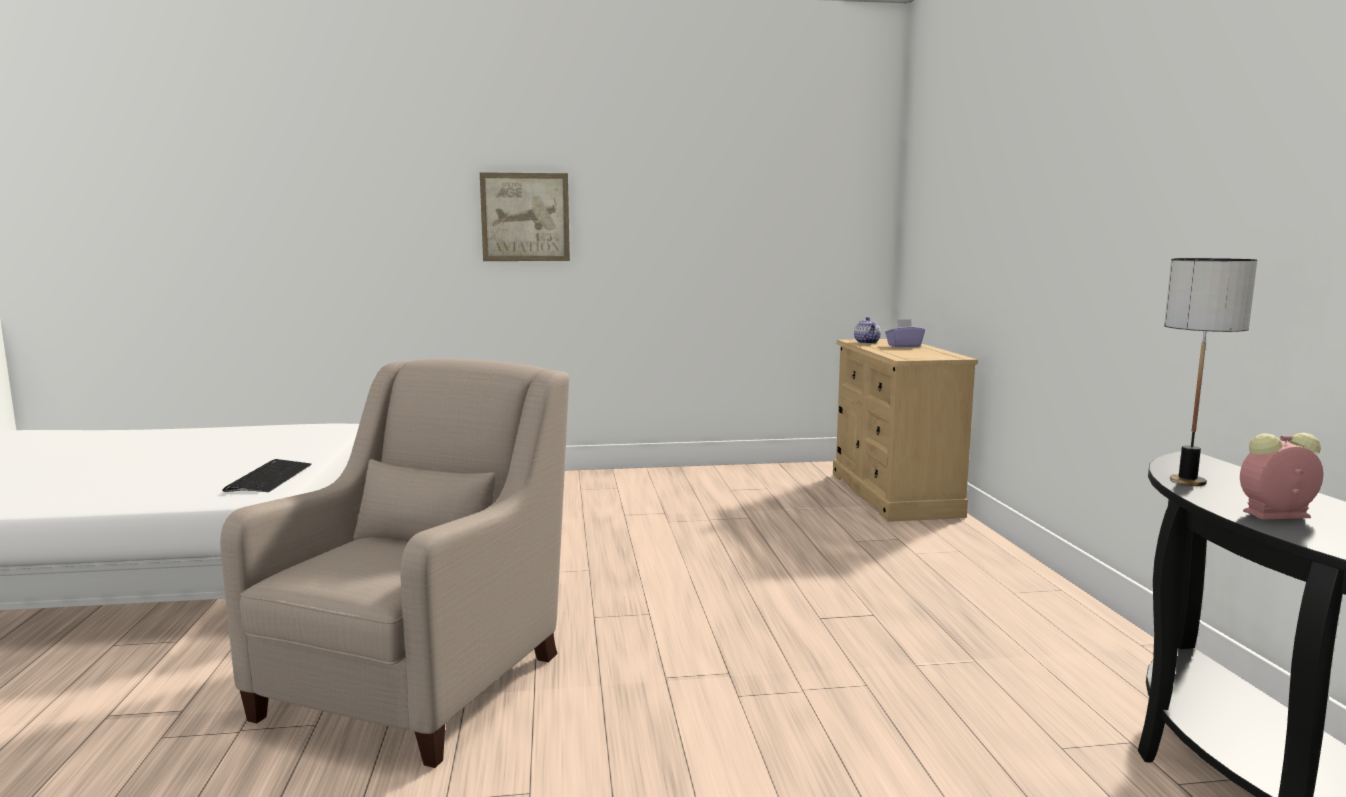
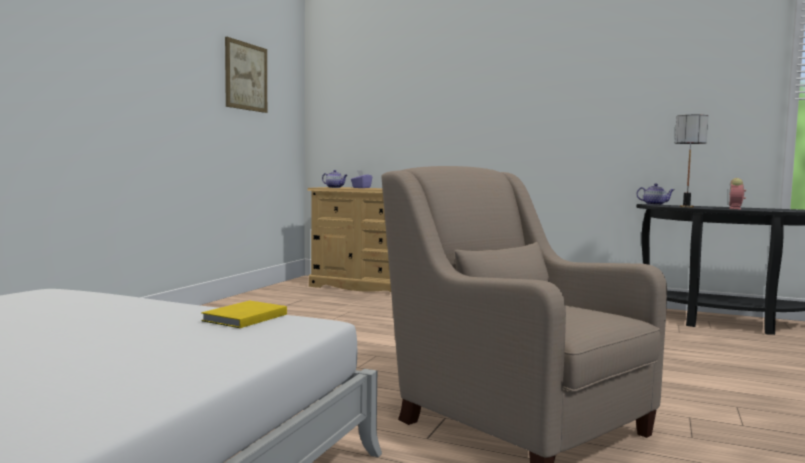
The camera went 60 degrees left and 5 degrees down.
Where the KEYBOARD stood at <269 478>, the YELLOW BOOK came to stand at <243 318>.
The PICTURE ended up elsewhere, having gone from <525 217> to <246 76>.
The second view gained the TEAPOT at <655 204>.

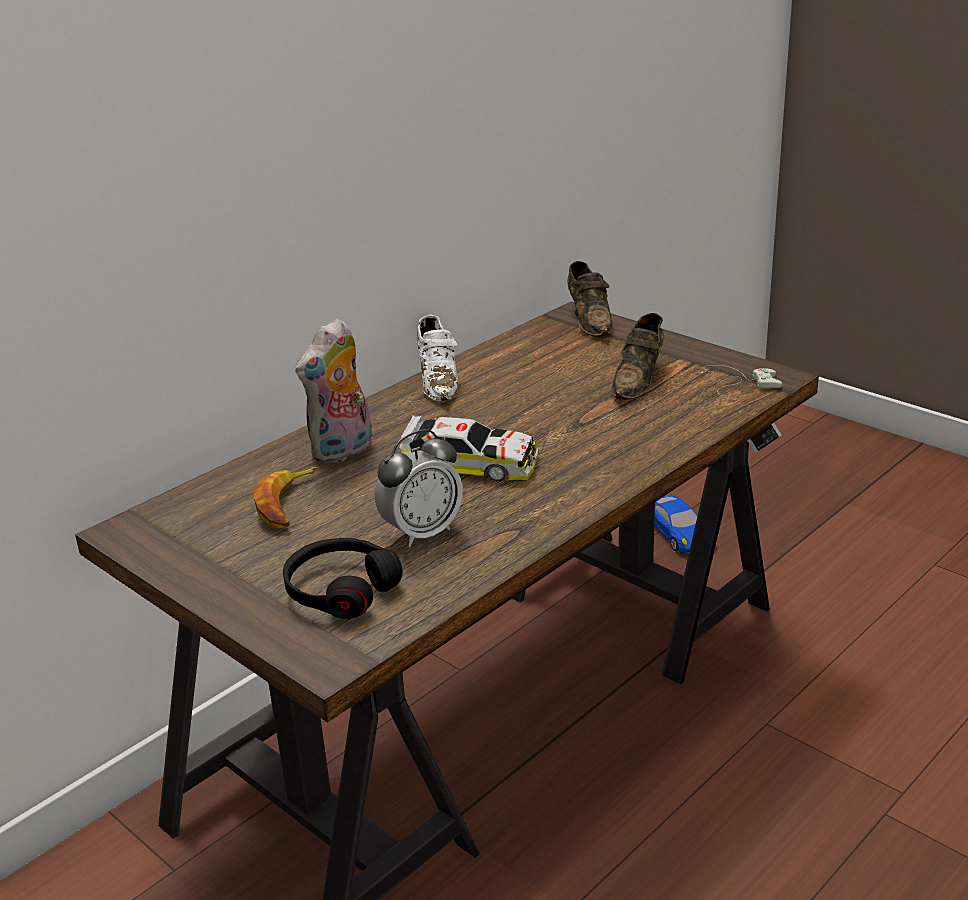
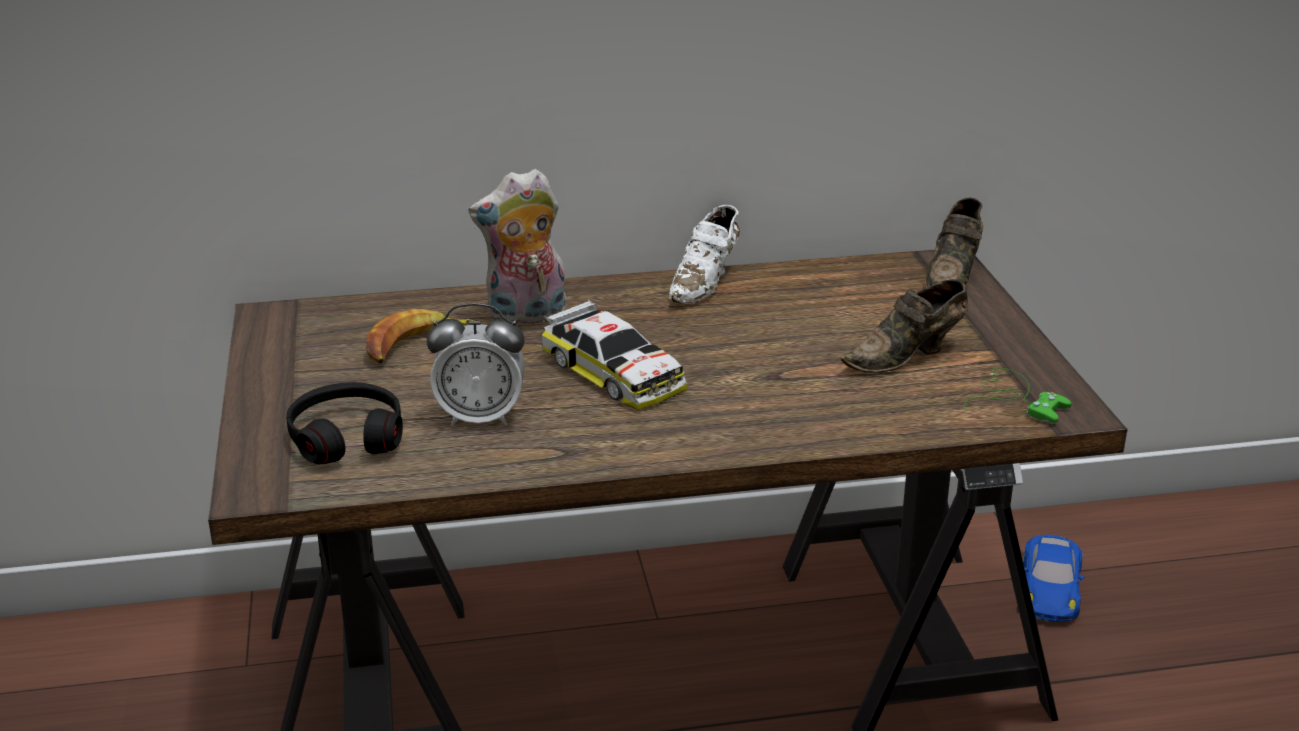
The camera went 35 degrees right and 0 degrees up.
What was the WHITE GAME CONTROLLER at <737 381> turned into the GREEN GAME CONTROLLER at <1015 399>.

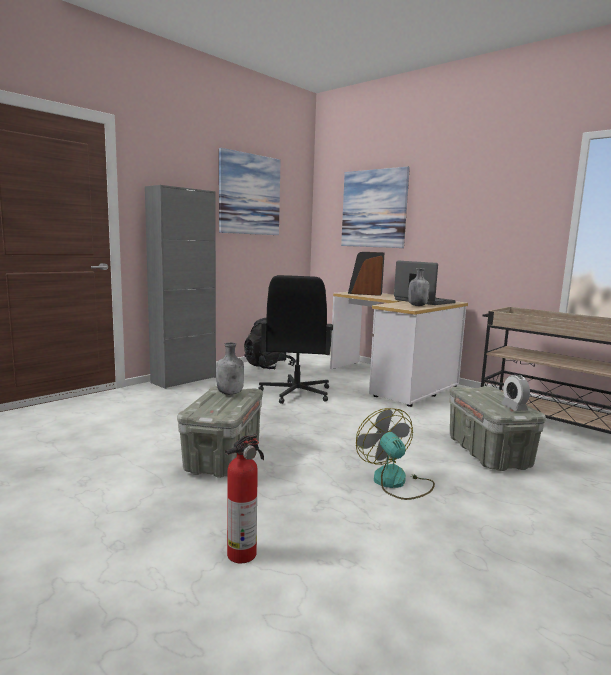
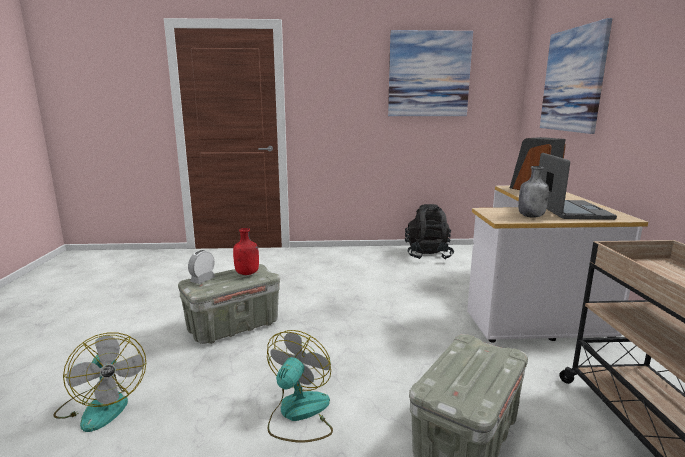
The camera went 45 degrees right and 5 degrees up.
Where the FIRE EXTINGUISHER stood at <243 553>, the FAN came to stand at <102 405>.
The ALARM CLOCK ended up elsewhere, having gone from <514 407> to <203 280>.
What was the GREY BOTTLE at <230 393> turned into the RED BOTTLE at <247 273>.
The second view lost the GREY CABINET at <184 380>.
The second view lost the BLACK OFFICE CHAIR at <295 393>.

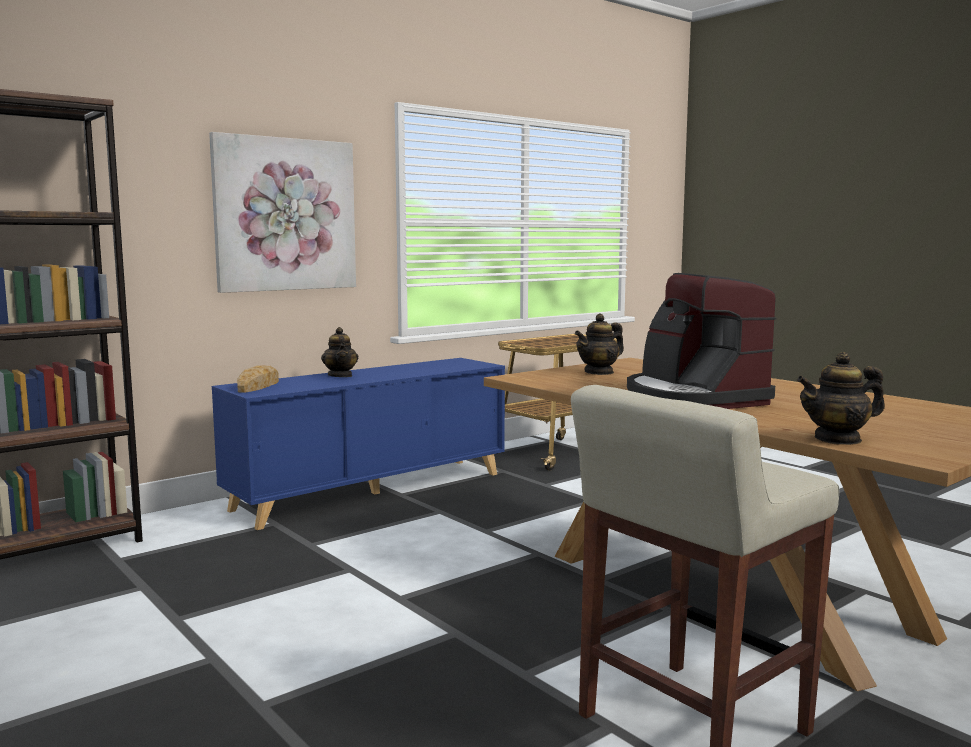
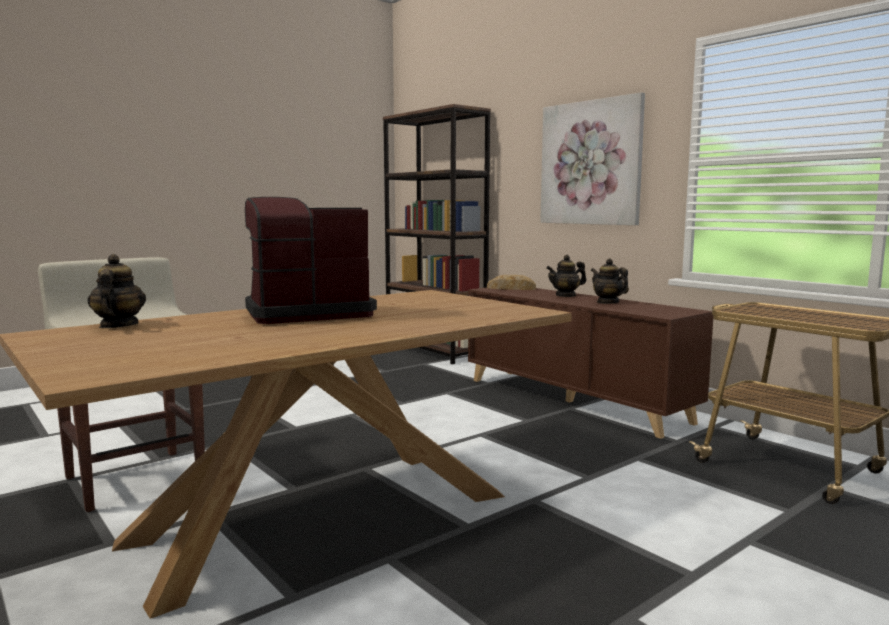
The camera went 90 degrees right and 0 degrees up.
What was the BLUE CABINET at <372 491> turned into the BROWN CABINET at <574 400>.
The TEAPOT ended up elsewhere, having gone from <599 372> to <607 302>.

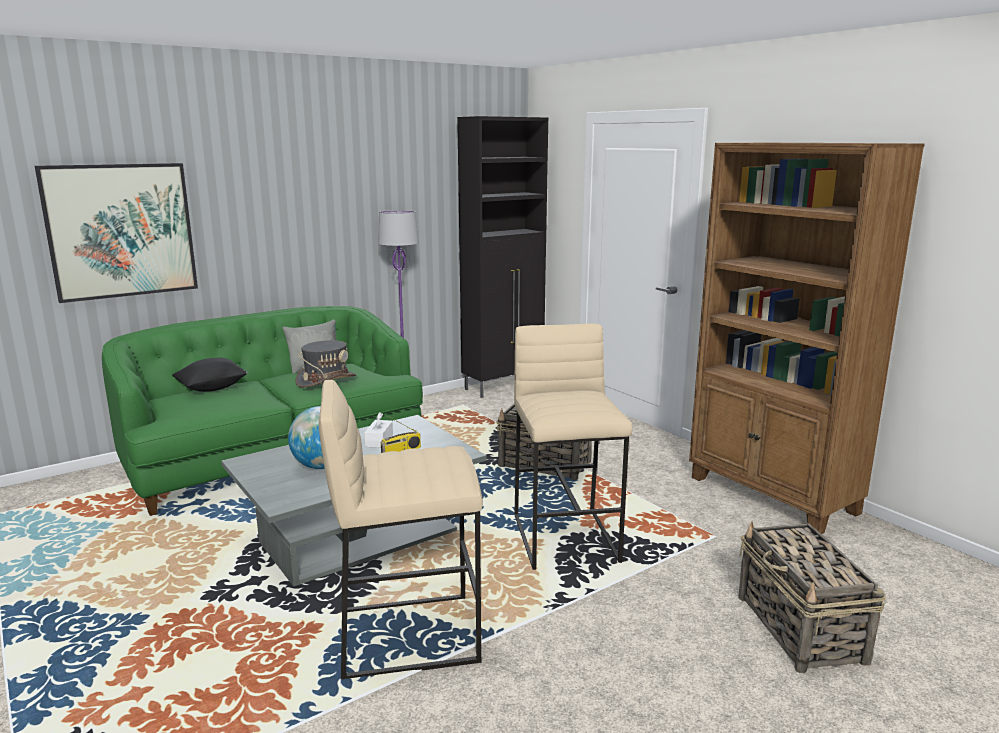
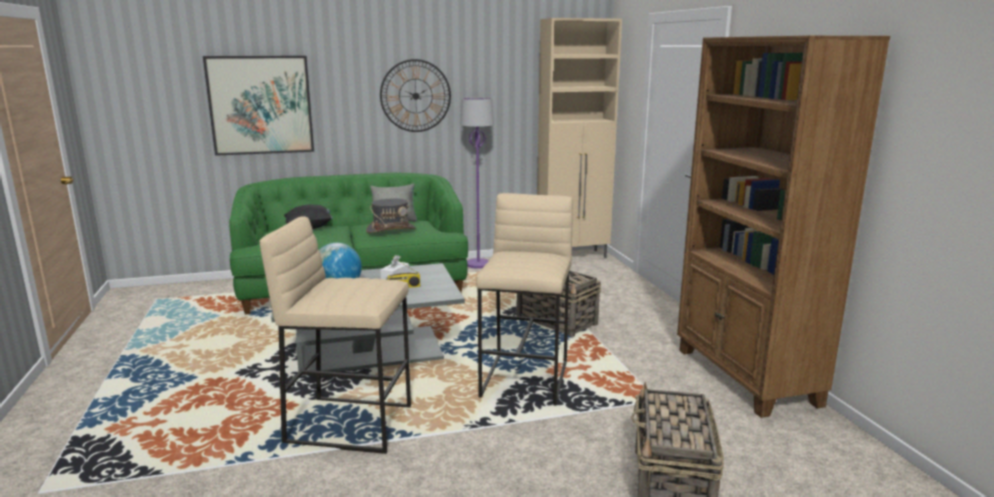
The camera went 20 degrees right and 0 degrees up.
The second view gained the WALL CLOCK at <415 96>.
What was the BLACK CABINET at <504 387> turned into the BEIGE CABINET at <573 256>.

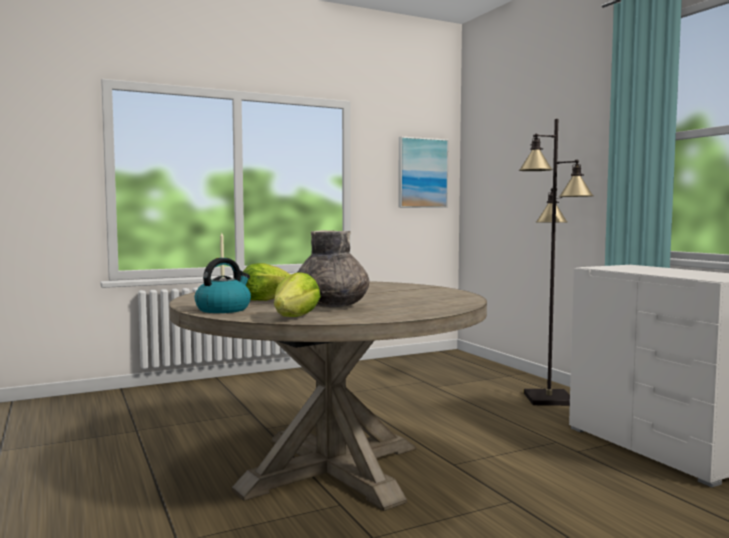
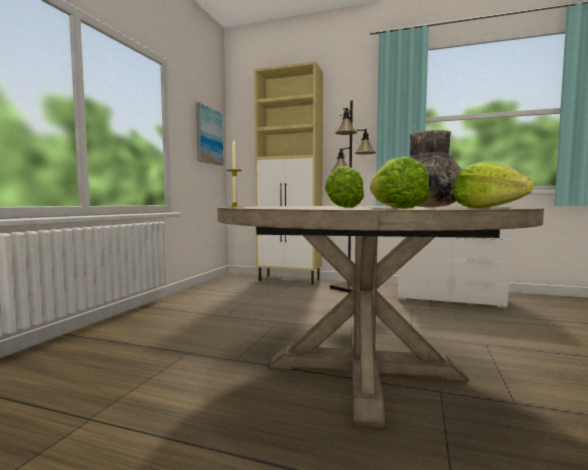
The camera went 45 degrees left and 0 degrees up.
The second view gained the BEIGE CABINET at <290 280>.
Where the KETTLE stood at <224 309>, the LETTUCE came to stand at <395 208>.

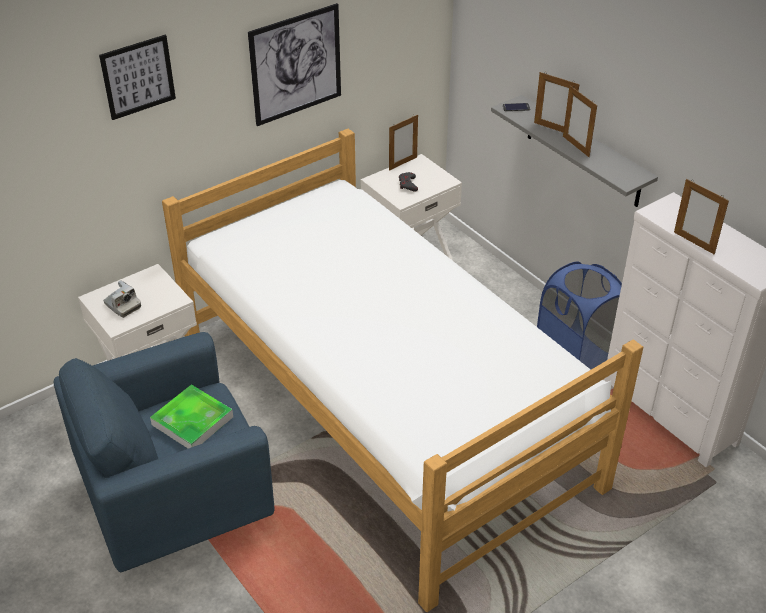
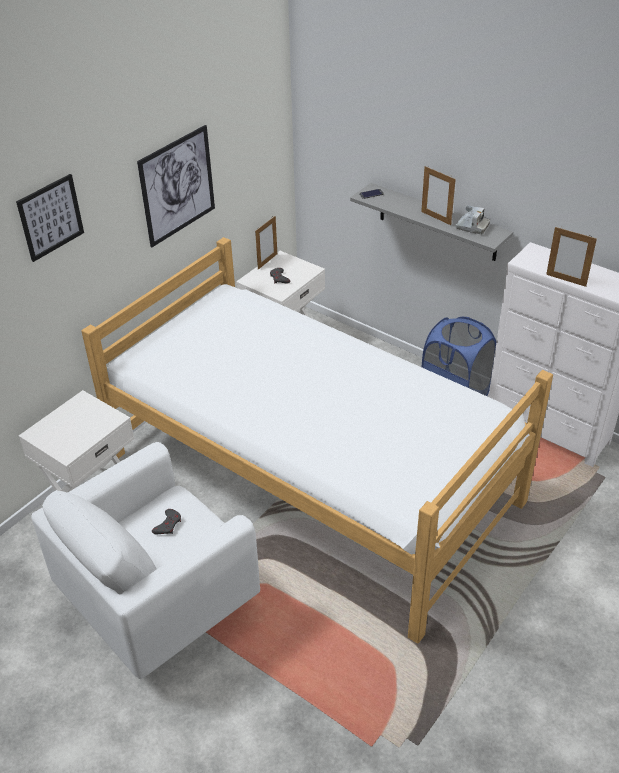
The camera went 15 degrees left and 0 degrees up.
What was the BLUE ARMCHAIR at <178 502> turned into the WHITE ARMCHAIR at <160 602>.
Where the TRAY stood at <192 421>, the GREY GAME CONTROLLER came to stand at <168 525>.
The PHOTO CAMERA ended up elsewhere, having gone from <122 306> to <472 227>.
The second view lost the PICTURE FRAME at <553 128>.

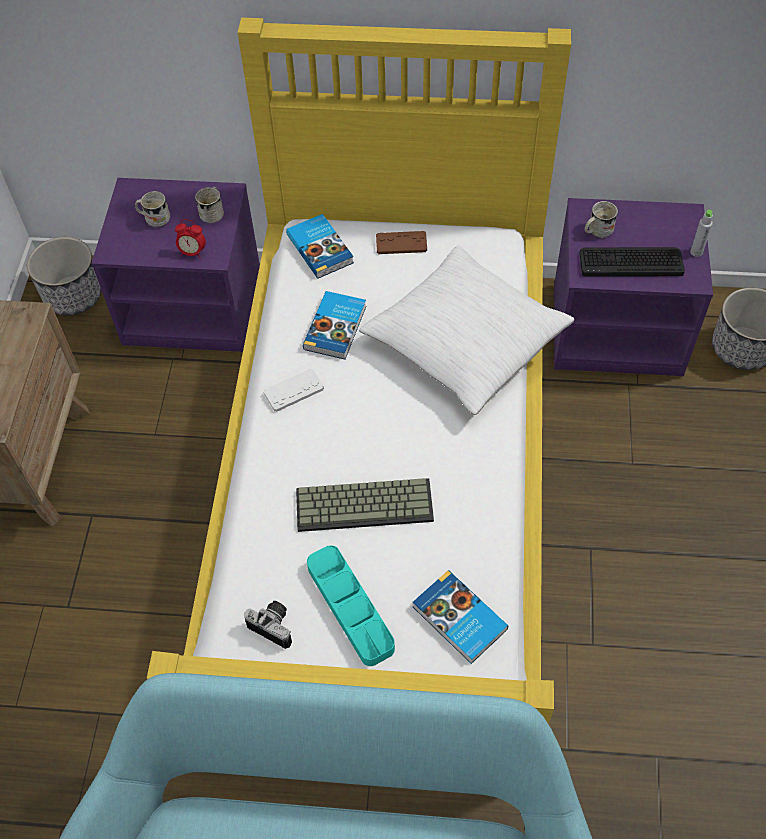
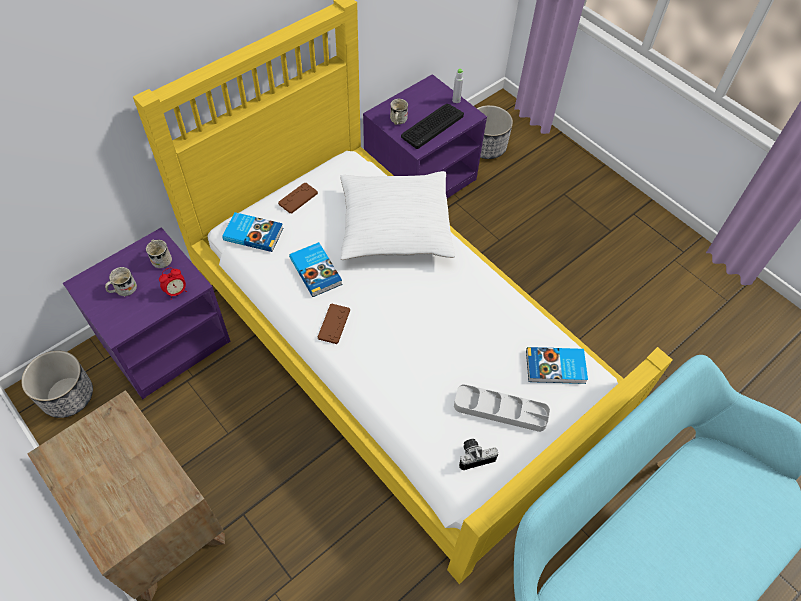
The camera went 50 degrees left and 0 degrees up.
What was the WHITE GAME CONTROLLER at <293 391> turned into the BROWN GAME CONTROLLER at <334 324>.
What was the TURQUOISE TRAY at <350 607> turned into the GREY TRAY at <500 410>.
The second view lost the KEYBOARD at <365 503>.

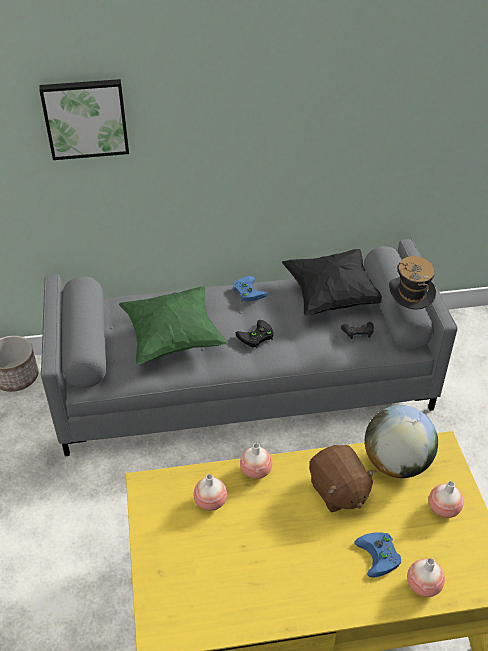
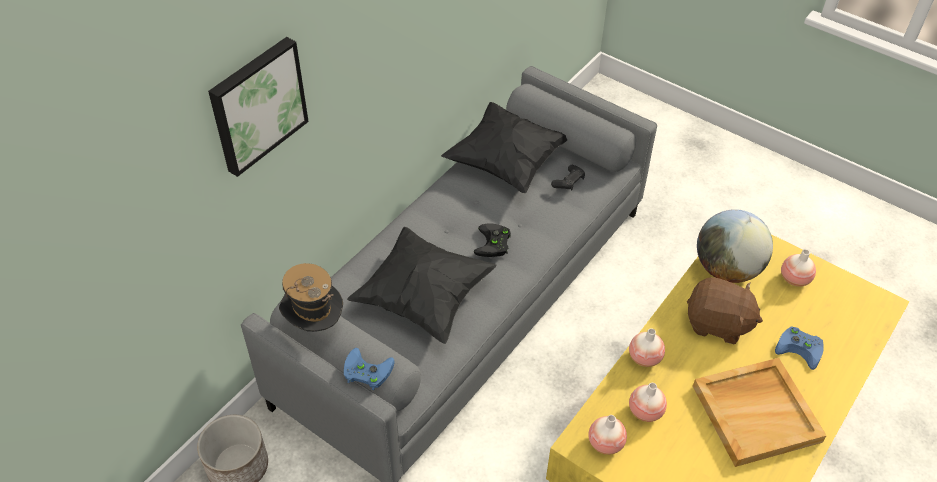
The camera went 45 degrees left and 5 degrees up.
The HAT ended up elsewhere, having gone from <408 310> to <314 325>.
The BLUE GAME CONTROLLER ended up elsewhere, having gone from <247 291> to <365 371>.
What was the GREEN PILLOW at <173 338> turned into the BLACK PILLOW at <423 298>.
The VASE ended up elsewhere, having gone from <423 585> to <605 443>.
The second view gained the BEIGE TRAY at <756 412>.

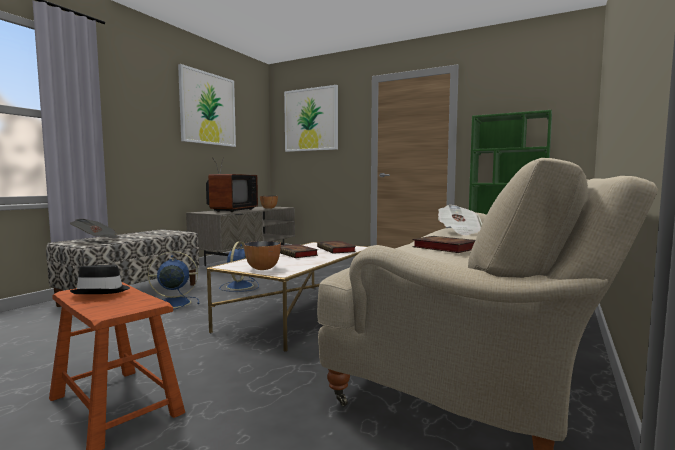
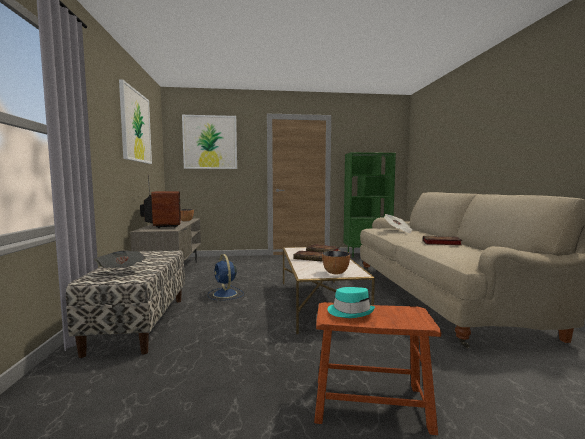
The camera went 35 degrees left and 0 degrees up.
What was the BLACK HAT at <103 291> turned into the TURQUOISE HAT at <350 311>.
The second view lost the BLUE FAN at <172 303>.

